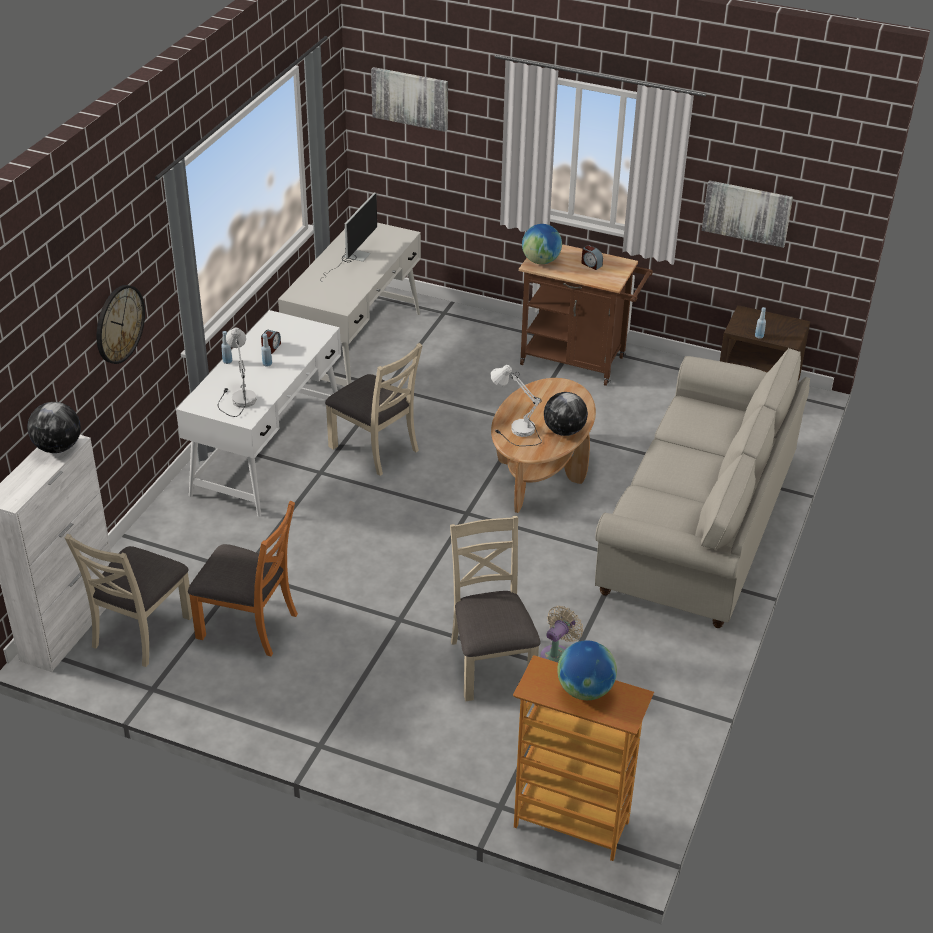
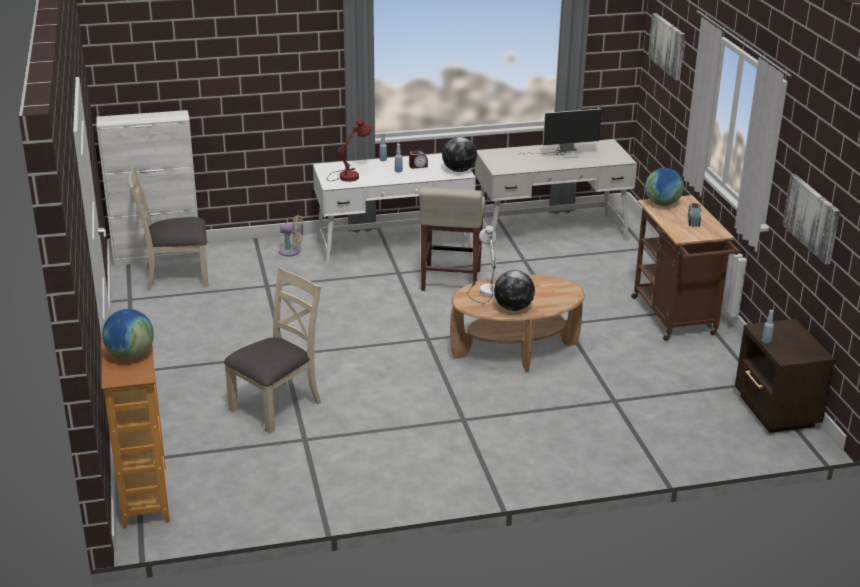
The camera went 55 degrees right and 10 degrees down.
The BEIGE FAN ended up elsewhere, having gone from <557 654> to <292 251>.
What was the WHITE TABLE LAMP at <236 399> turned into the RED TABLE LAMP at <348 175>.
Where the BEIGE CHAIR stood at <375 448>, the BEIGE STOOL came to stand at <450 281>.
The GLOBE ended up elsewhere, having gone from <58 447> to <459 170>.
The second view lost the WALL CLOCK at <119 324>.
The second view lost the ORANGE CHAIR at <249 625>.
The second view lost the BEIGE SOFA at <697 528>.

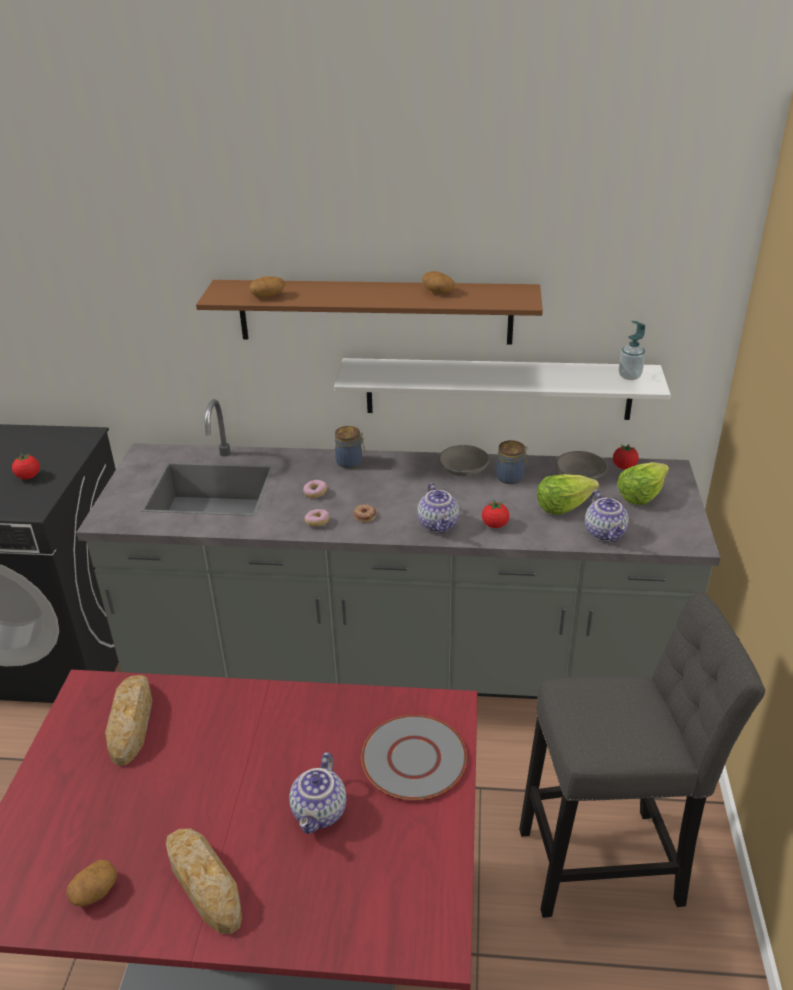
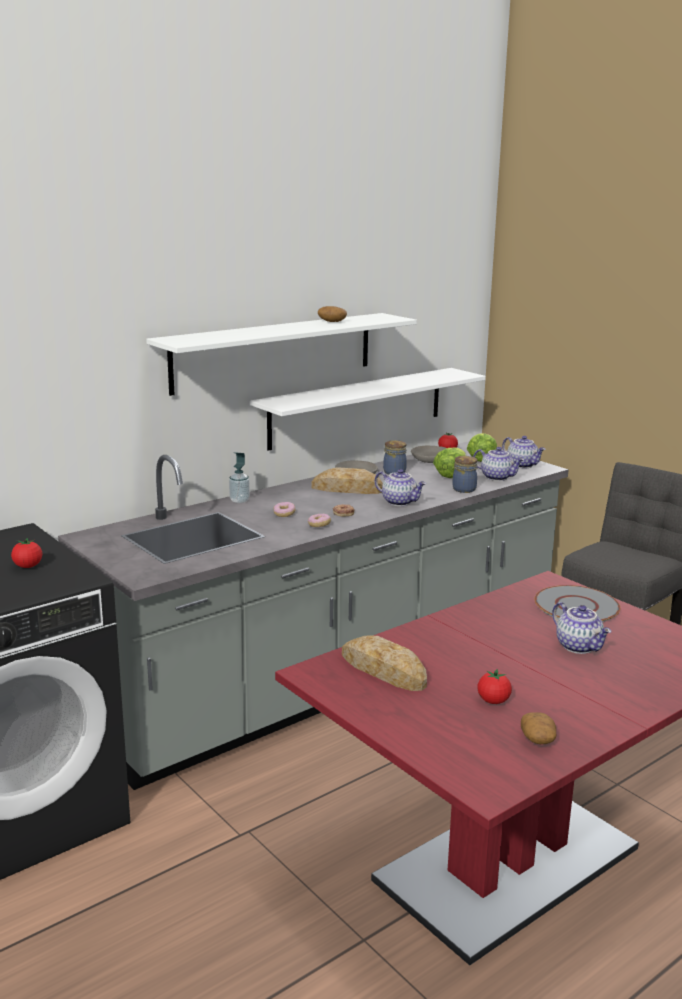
The camera went 45 degrees left and 15 degrees down.
What was the BROWN SHELF at <375 311> turned into the WHITE SHELF at <274 352>.
The SOAP DISPENSER ended up elsewhere, having gone from <629 376> to <239 500>.
The BREAD ended up elsewhere, having gone from <204 882> to <347 489>.
The JAR ended up elsewhere, having gone from <350 462> to <465 489>.
The TOMATO ended up elsewhere, having gone from <495 525> to <493 701>.
The second view gained the TEAPOT at <522 465>.
The second view lost the POTATO at <268 295>.

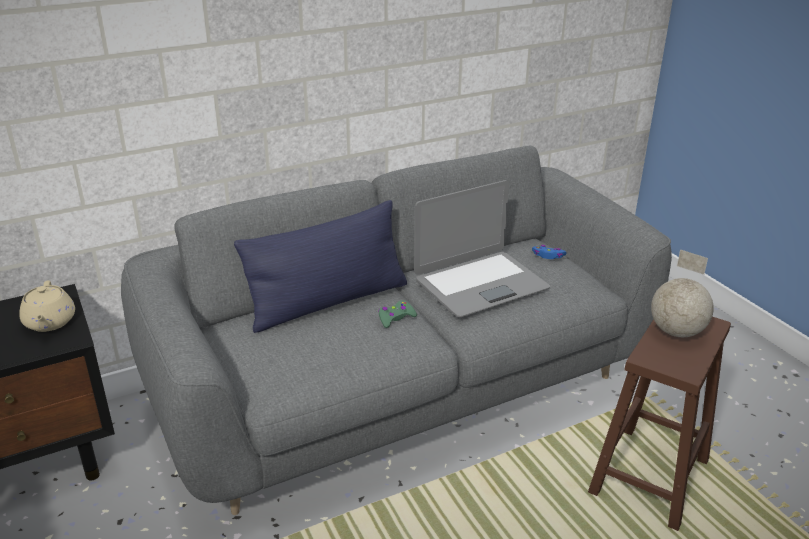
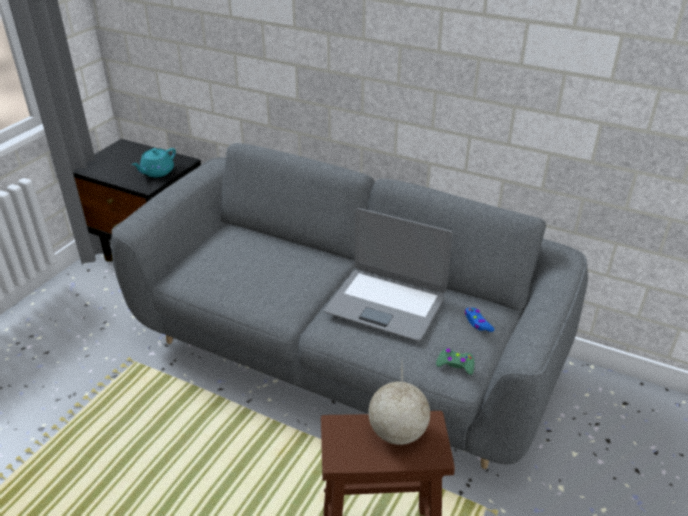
The camera went 55 degrees right and 5 degrees up.
What was the BEIGE TEAPOT at <50 322> turned into the TURQUOISE TEAPOT at <157 172>.
The GREEN GAME CONTROLLER ended up elsewhere, having gone from <396 318> to <455 364>.
The second view lost the BLUE PILLOW at <328 302>.

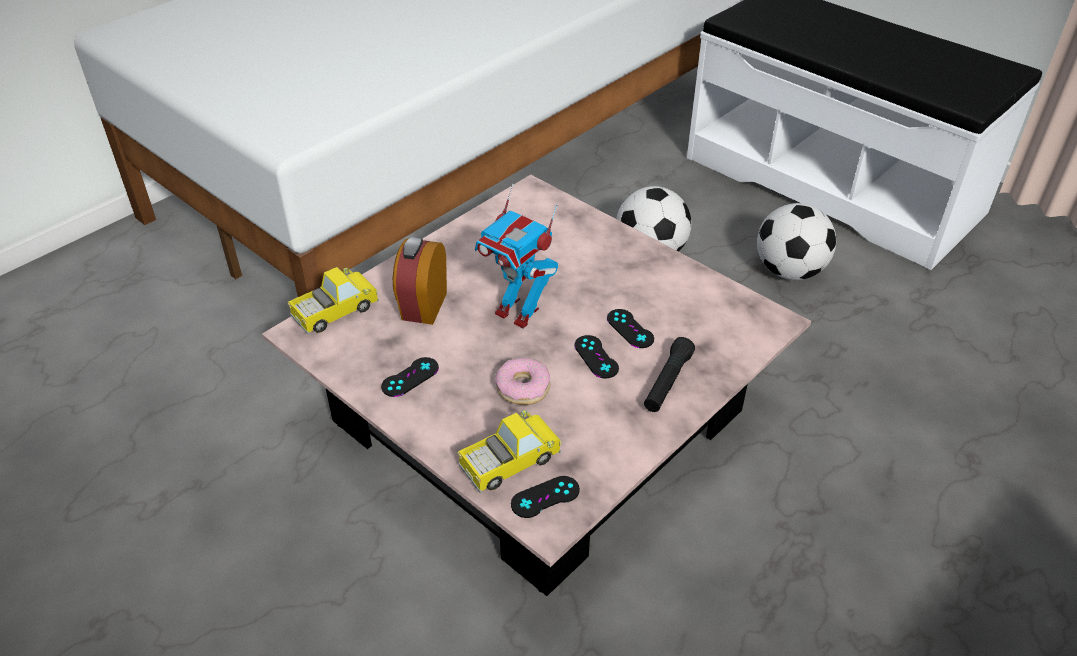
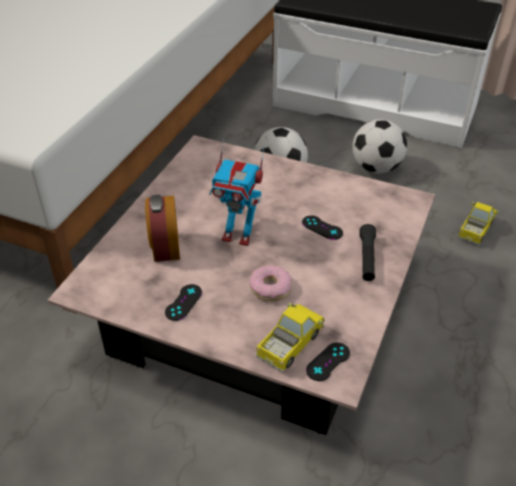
The camera went 20 degrees left and 0 degrees up.
The TOY TRUCK ended up elsewhere, having gone from <335 312> to <475 229>.
The second view lost the BLACK GAME CONTROLLER at <596 357>.

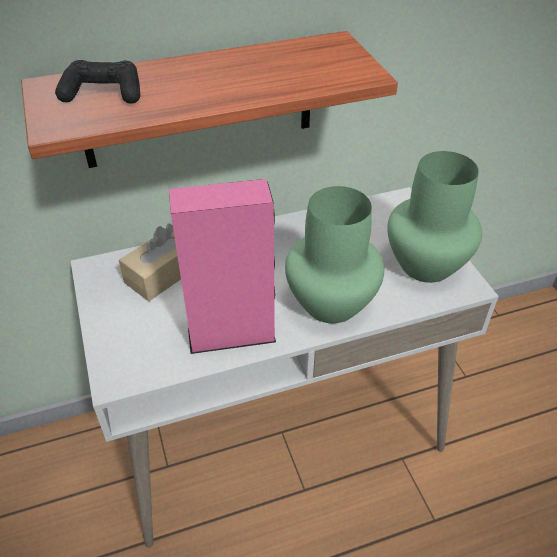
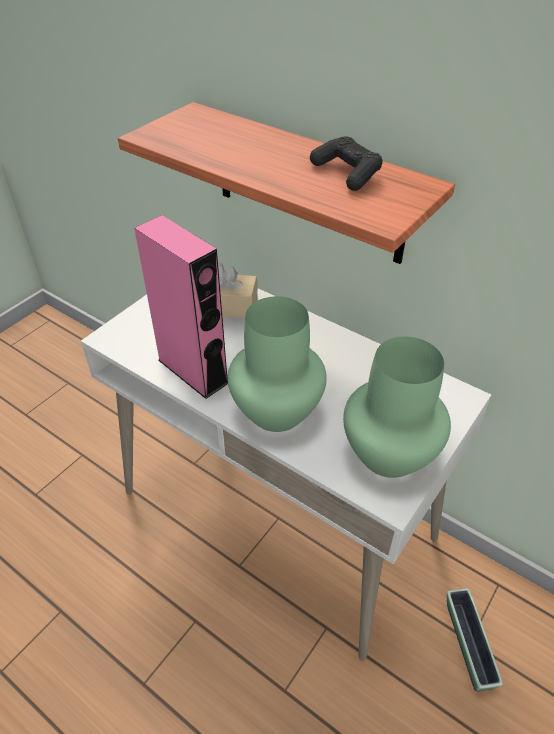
The camera went 55 degrees right and 0 degrees up.
The BLACK GAME CONTROLLER ended up elsewhere, having gone from <103 94> to <347 173>.
The second view gained the PLANTER at <468 644>.

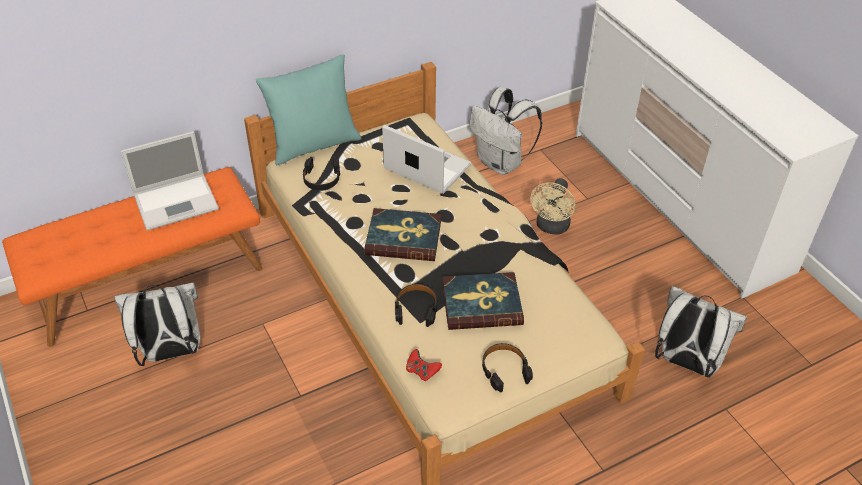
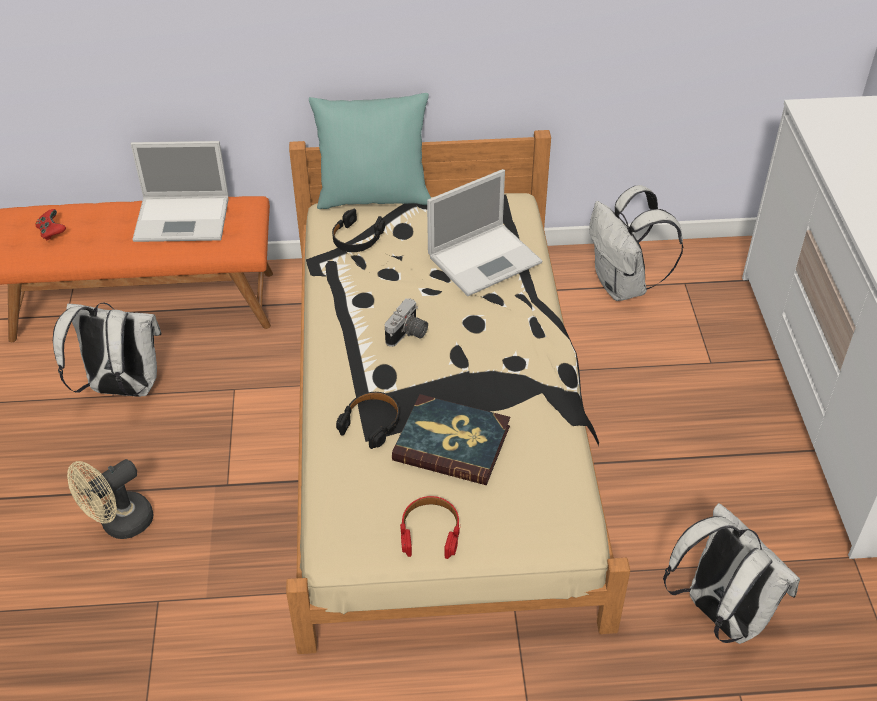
The camera went 25 degrees right and 0 degrees up.
The RED GAME CONTROLLER ended up elsewhere, having gone from <422 371> to <52 232>.
The BEIGE FAN ended up elsewhere, having gone from <551 227> to <119 524>.
Where the BOOK stood at <403 237>, the PHOTO CAMERA came to stand at <408 334>.
What was the BLACK HEADPHONES at <504 370> turned into the RED HEADPHONES at <430 532>.
The LAPTOP at <425 167> ended up facing another way, 90 degrees clockwise from before.

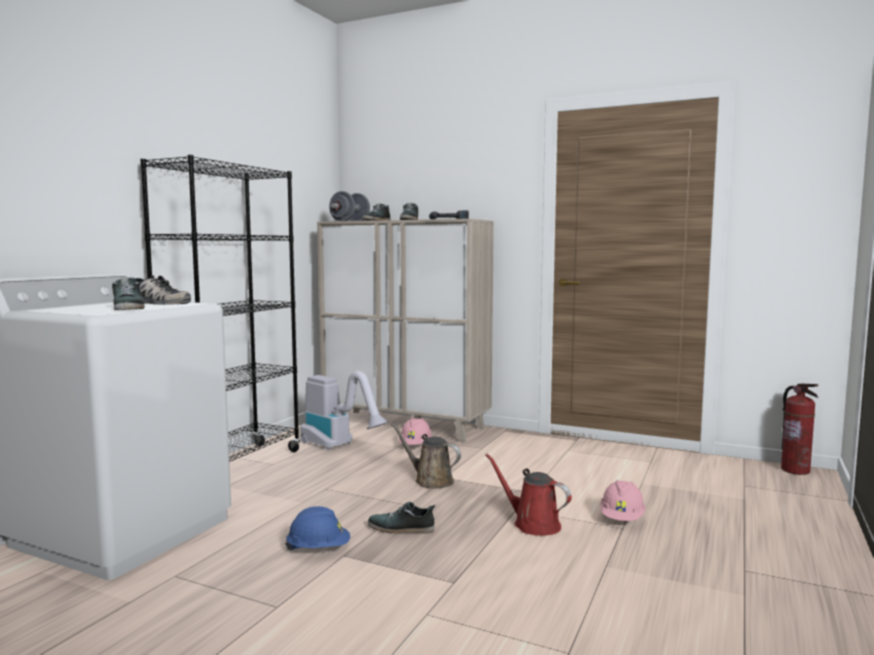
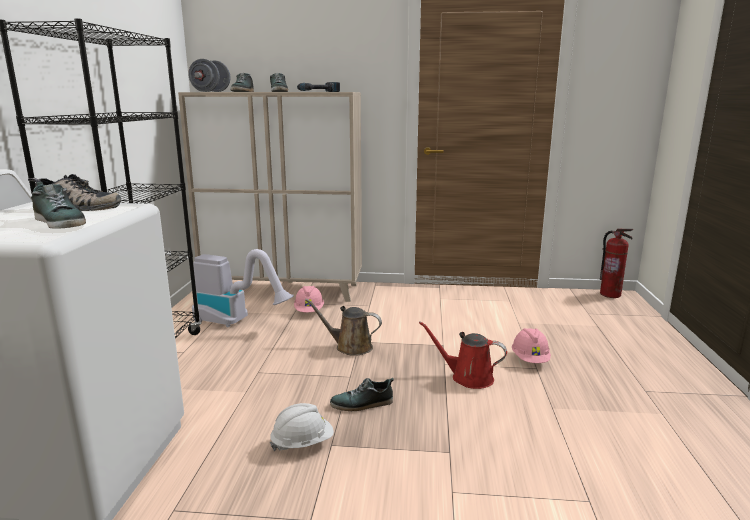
The camera went 20 degrees left and 10 degrees up.
What was the BLUE HARD HAT at <318 549> turned into the WHITE HARD HAT at <302 443>.

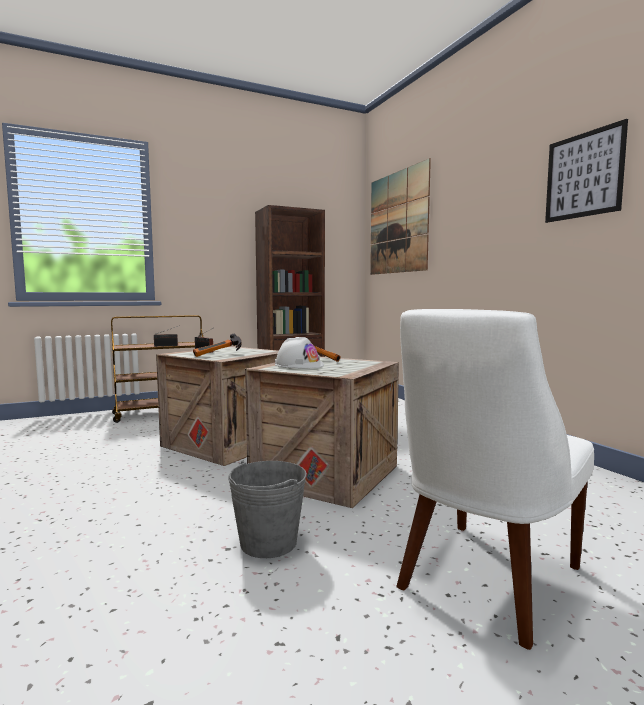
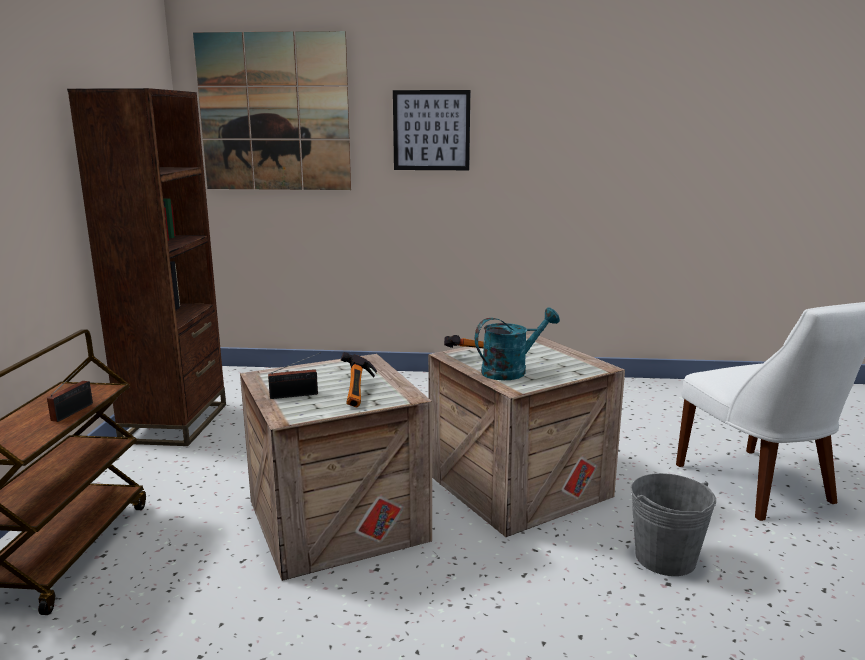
The camera went 60 degrees left and 10 degrees up.
The PICTURE ended up elsewhere, having gone from <583 175> to <431 130>.
Where the WHITE HARD HAT stood at <299 365>, the TURQUOISE WATERING CAN came to stand at <511 371>.

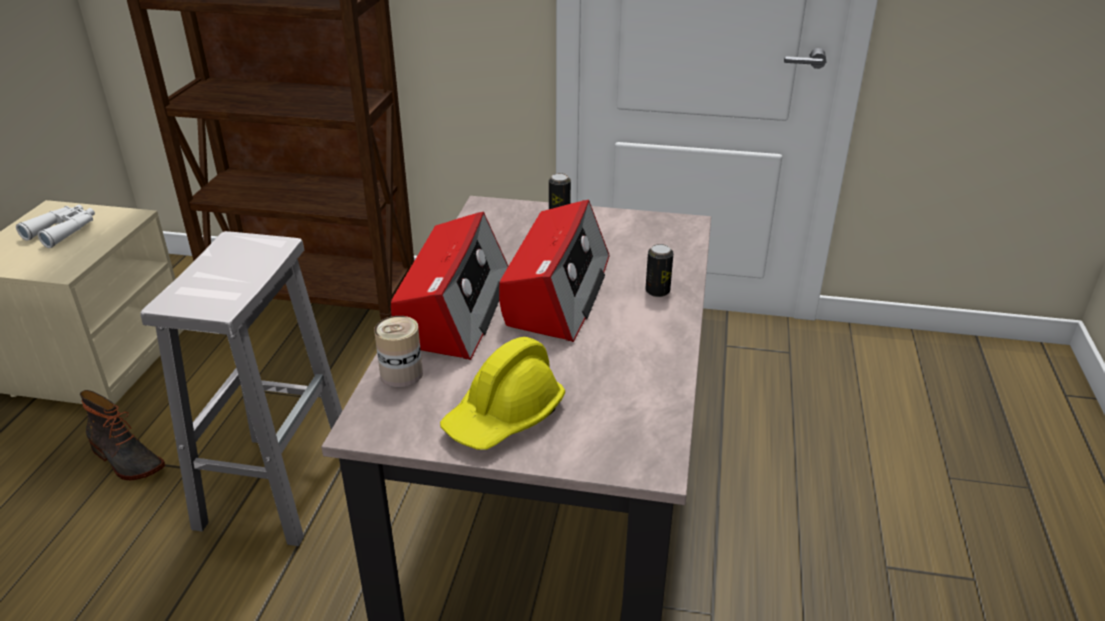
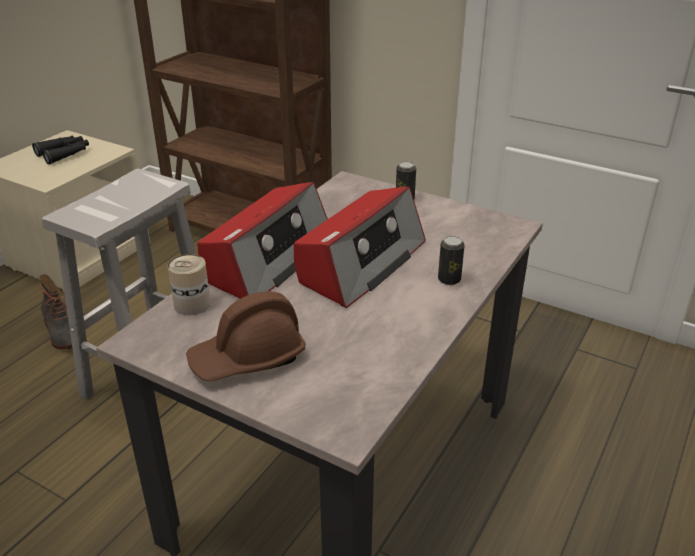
The camera went 20 degrees right and 0 degrees up.
What was the WHITE BINOCULARS at <63 231> turned into the BLACK BINOCULARS at <64 154>.
What was the YELLOW HARD HAT at <504 417> turned into the BROWN HARD HAT at <248 358>.

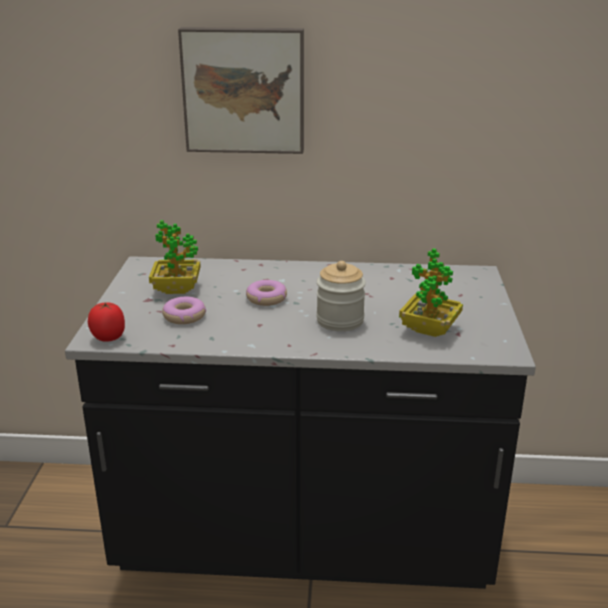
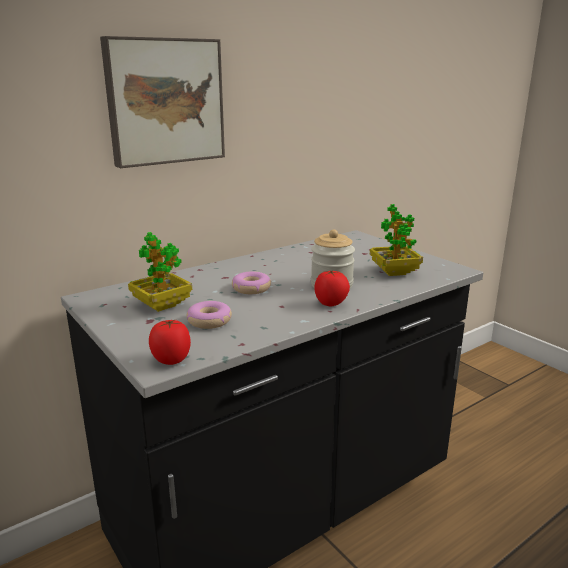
The camera went 40 degrees left and 5 degrees down.
The second view gained the TOMATO at <331 303>.

